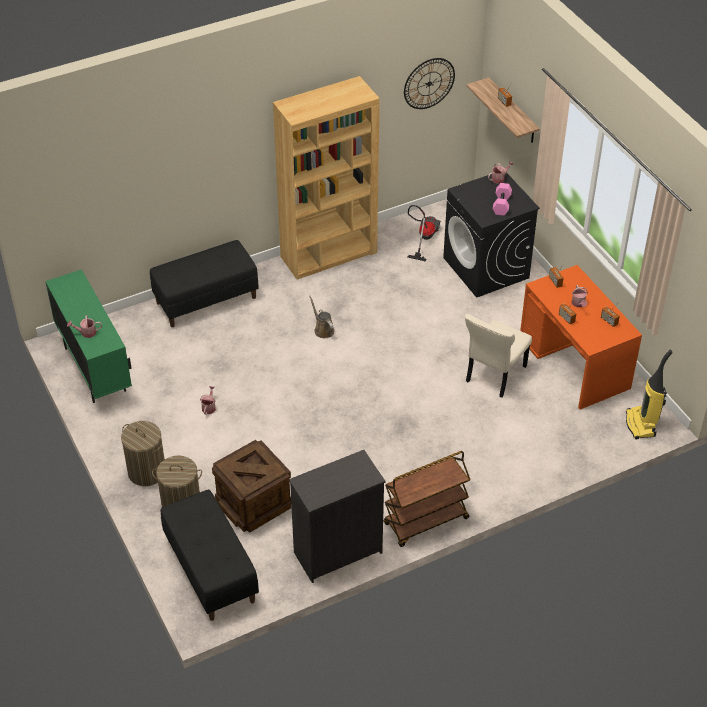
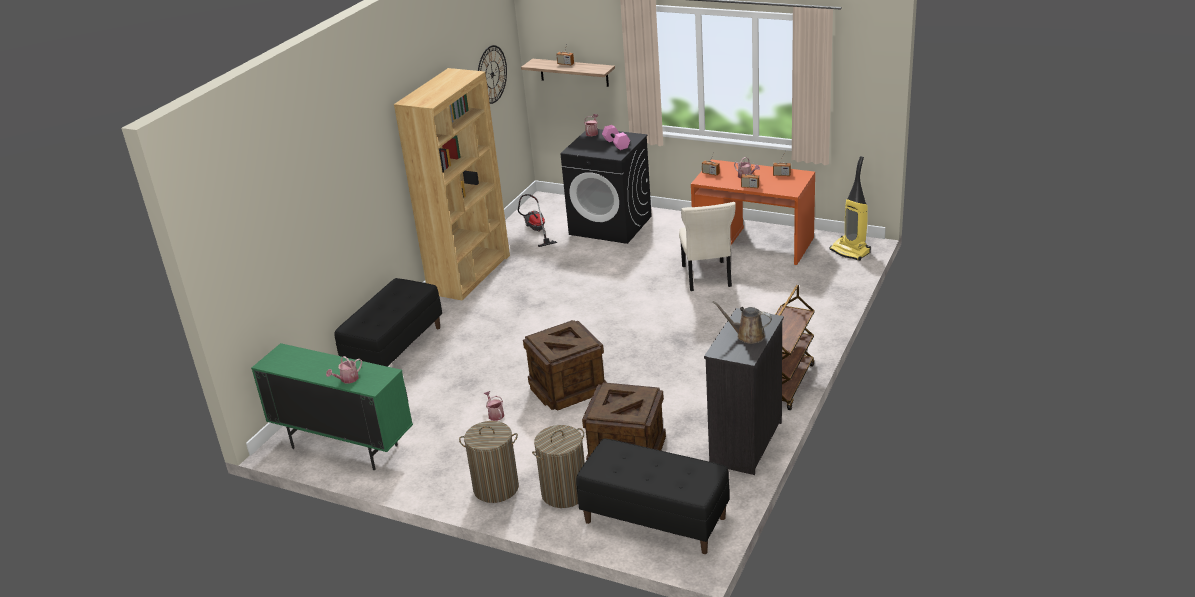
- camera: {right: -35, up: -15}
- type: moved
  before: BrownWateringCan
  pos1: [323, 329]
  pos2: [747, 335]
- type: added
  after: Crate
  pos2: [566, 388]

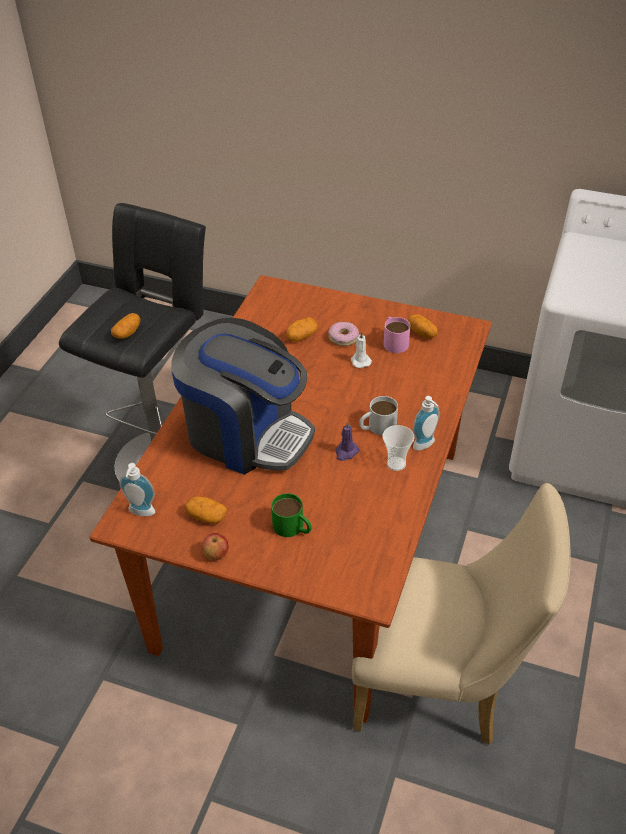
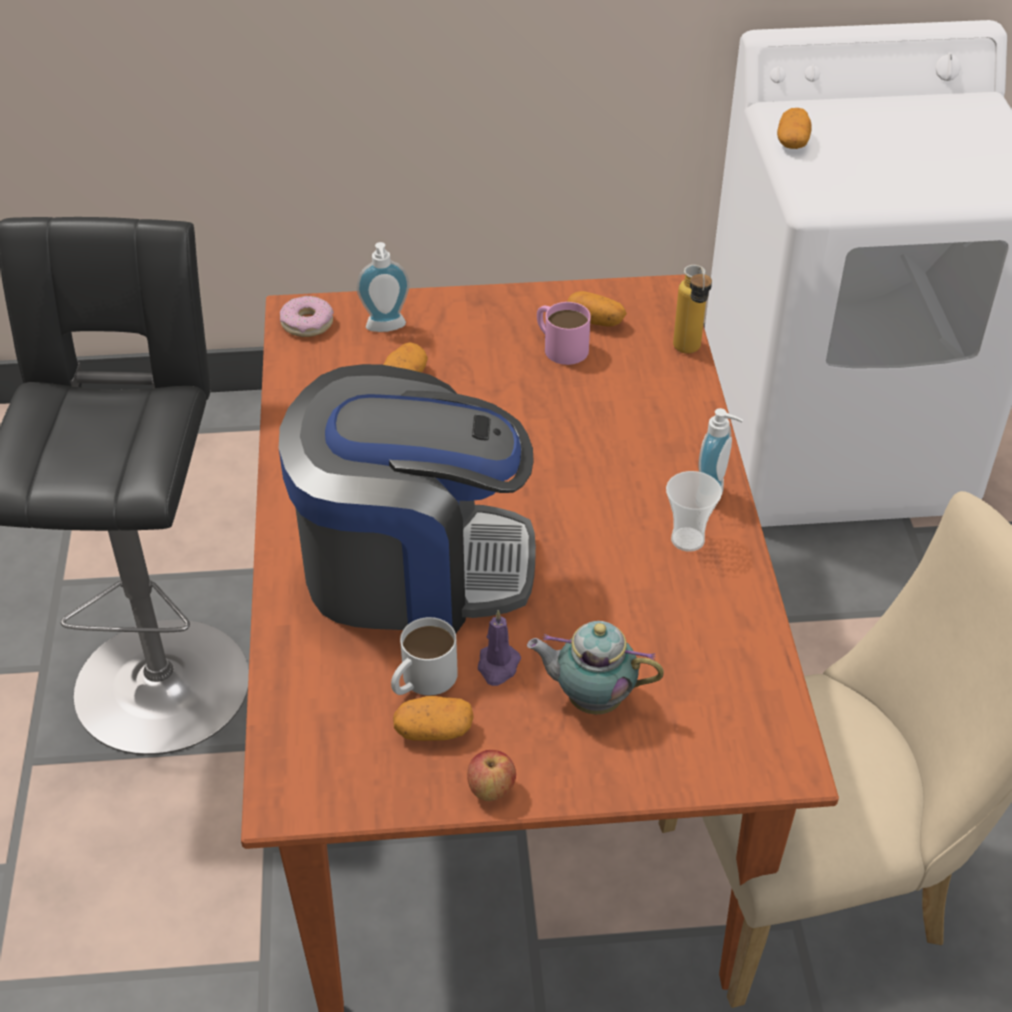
- camera: {right: -25, up: 0}
- type: moved
  before: Potato
  pos1: [127, 333]
  pos2: [792, 142]
- type: moved
  before: SoapDispenser
  pos1: [140, 513]
  pos2: [386, 329]
- type: replaced
  before: GreenMug
  after: Teapot
  pos1: [293, 528]
  pos2: [590, 698]
- type: moved
  before: Donut
  pos1: [343, 338]
  pos2: [307, 323]
- type: moved
  before: PurpleCandle
  pos1: [346, 452]
  pos2: [498, 666]
- type: removed
  before: WhiteCandle
  pos1: [360, 361]
- type: moved
  before: WhiteMug
  pos1: [377, 427]
  pos2: [421, 680]
- type: added
  after: Bottle
  pos2: [689, 353]

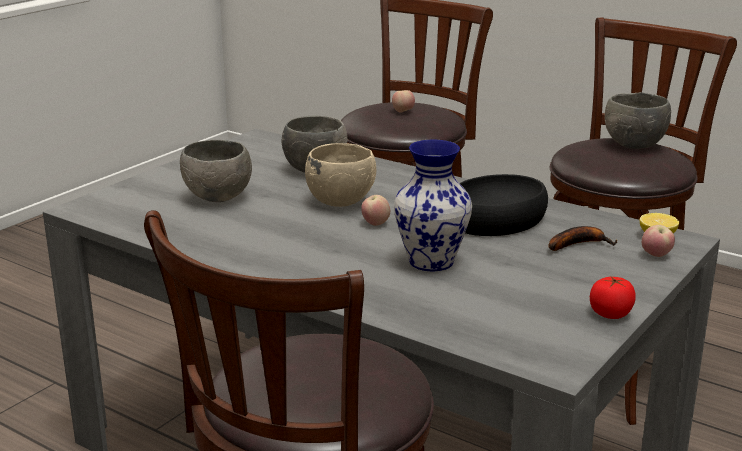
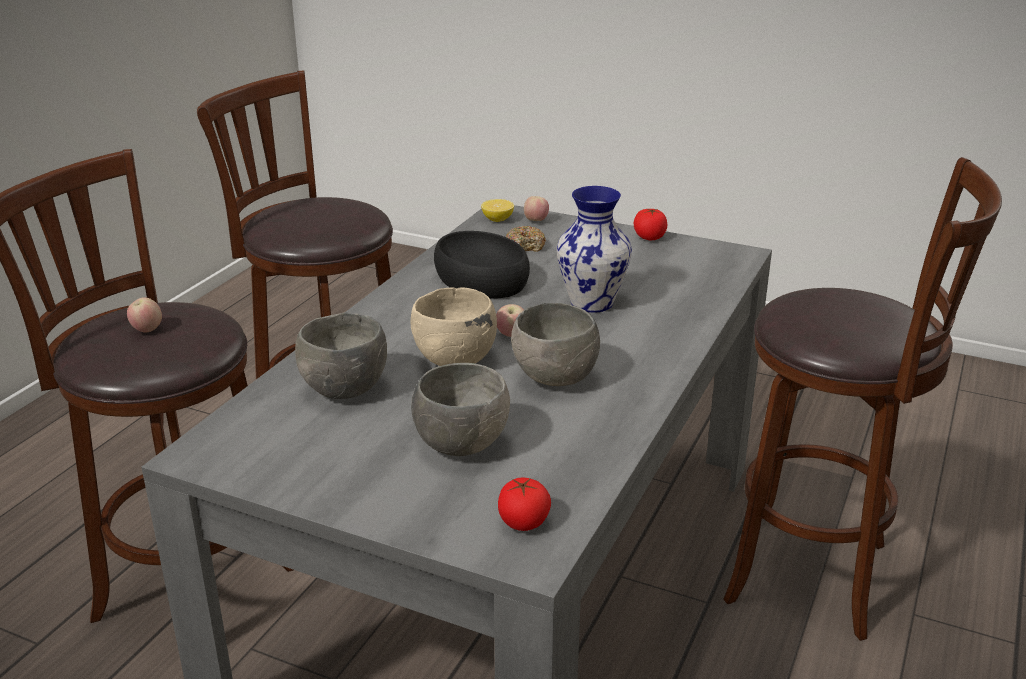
- camera: {right: -100, up: 5}
- type: replaced
  before: Banana
  after: Donut
  pos1: [578, 244]
  pos2: [525, 246]
- type: moved
  before: GreyBowl
  pos1: [633, 145]
  pos2: [555, 379]
- type: added
  after: Tomato
  pos2: [523, 522]

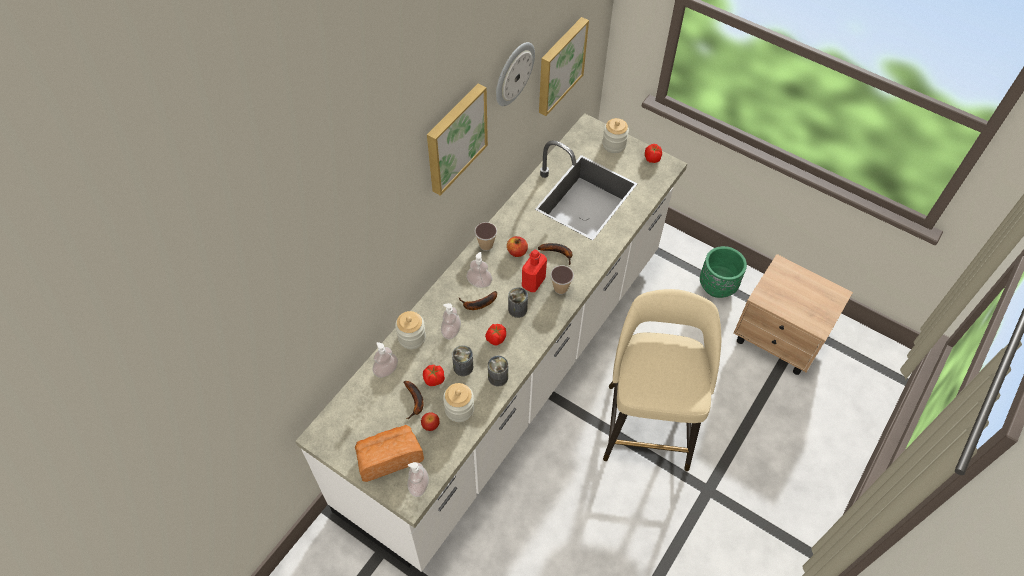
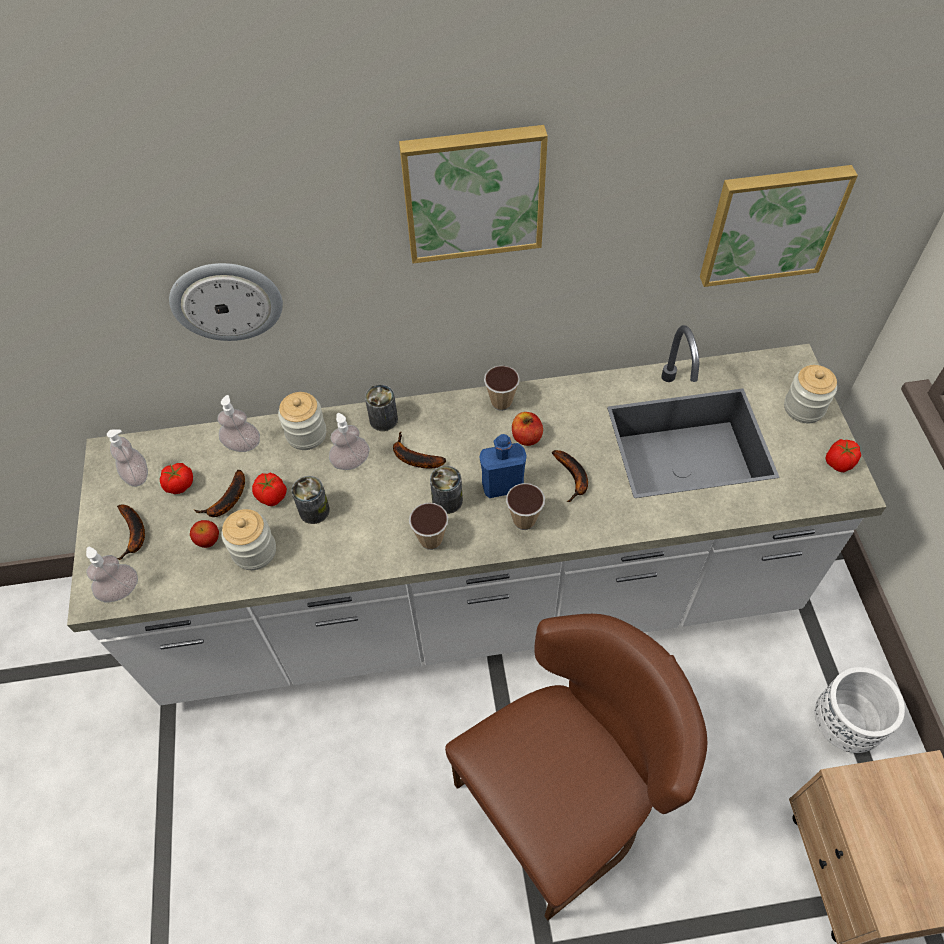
- camera: {right: 50, up: 0}
- type: replaced
  before: Bread
  after: Banana
  pos1: [389, 457]
  pos2: [134, 534]
- type: moved
  before: SoapDispenser
  pos1: [479, 282]
  pos2: [137, 475]
- type: moved
  before: Tomato
  pos1: [495, 338]
  pos2: [180, 485]
- type: moved
  before: Can
  pos1: [498, 377]
  pos2: [383, 419]
- type: moved
  before: WallClock
  pos1: [513, 73]
  pos2: [226, 300]
- type: recoloured
  before: RedBottle
  after: BlueBottle
  pos1: [533, 282]
  pos2: [502, 486]
- type: replaced
  before: BeigeStool
  after: BrownChair
  pos1: [648, 423]
  pos2: [565, 798]
- type: recoloured
  before: GreenPlanter
  after: WhitePlanter
  pos1: [717, 286]
  pos2: [843, 725]
- type: added
  after: Cup
  pos2: [431, 540]

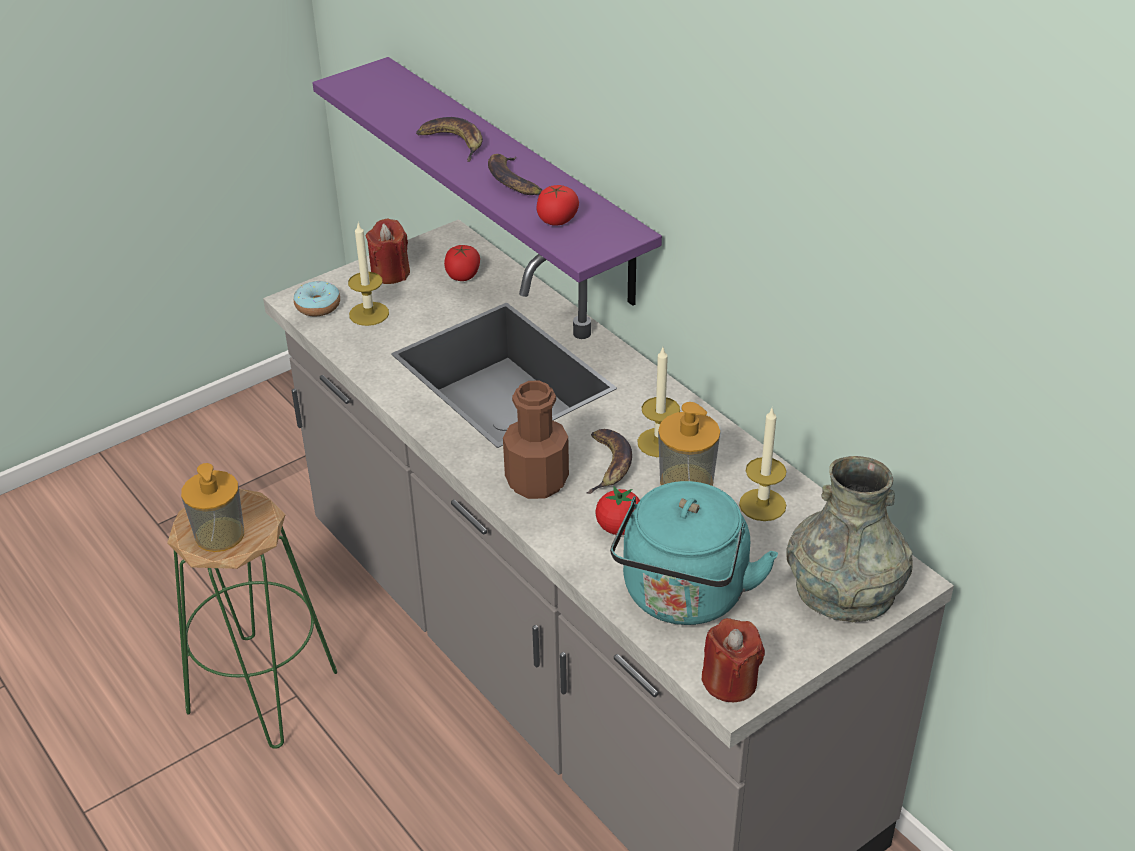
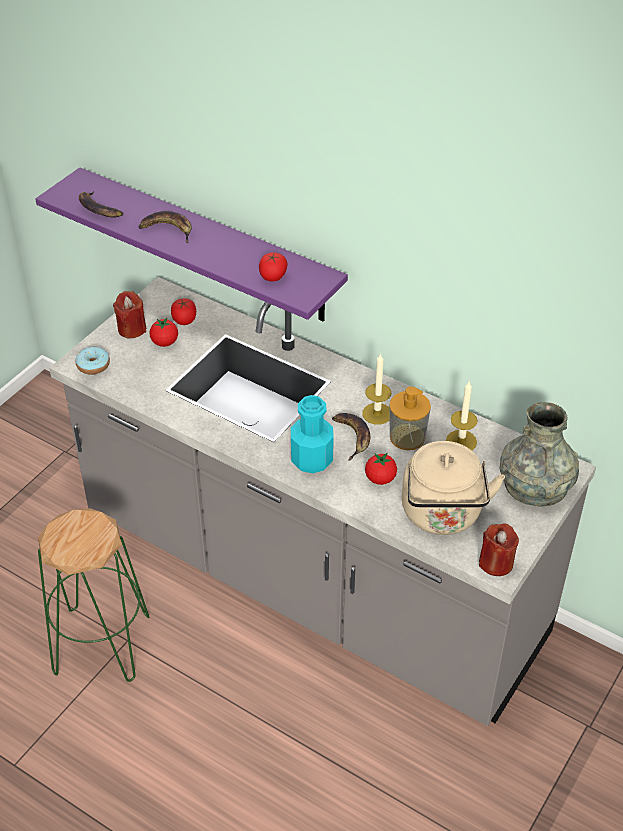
- camera: {right: -20, up: 5}
- type: removed
  before: SoapDispenser
  pos1: [220, 535]
- type: removed
  before: Candle
  pos1: [369, 314]
- type: moved
  before: Banana
  pos1: [512, 180]
  pos2: [98, 209]
- type: recoloured
  before: BrownBottle
  after: TurquoiseBottle
  pos1: [537, 481]
  pos2: [312, 459]
- type: recoloured
  before: TurquoiseKettle
  after: BeigeKettle
  pos1: [683, 598]
  pos2: [442, 516]
- type: added
  after: Tomato
  pos2: [164, 342]

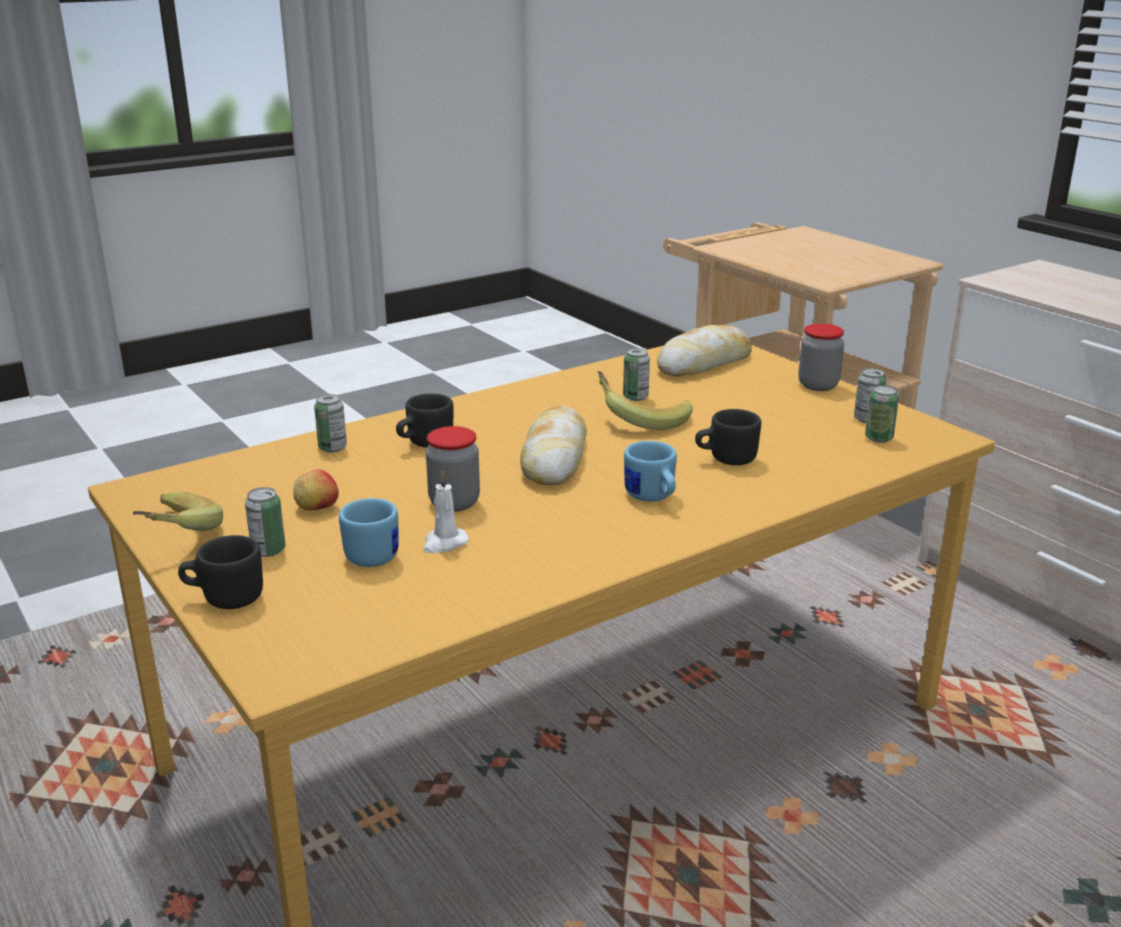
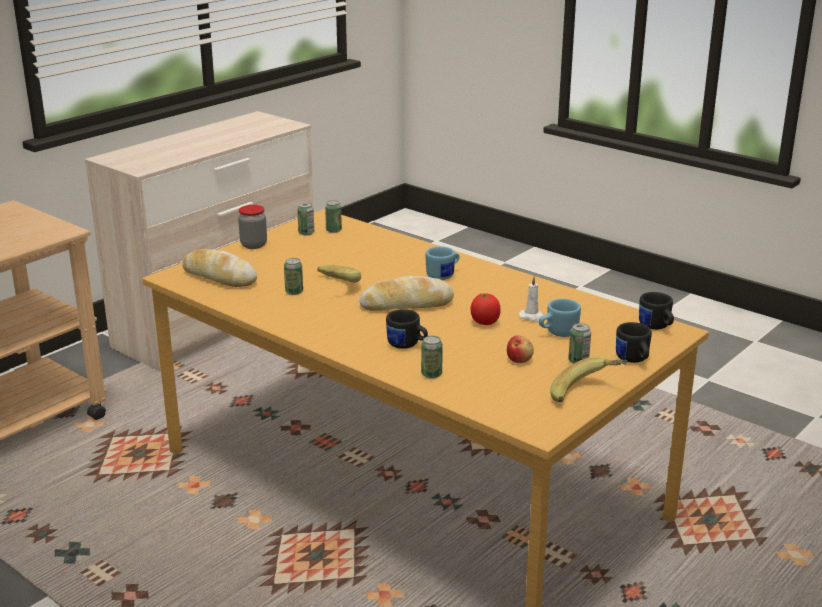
- camera: {right: -105, up: 0}
- type: replaced
  before: Jar
  after: Tomato
  pos1: [454, 503]
  pos2: [484, 322]
- type: moved
  before: BlackMug
  pos1: [725, 459]
  pos2: [656, 327]

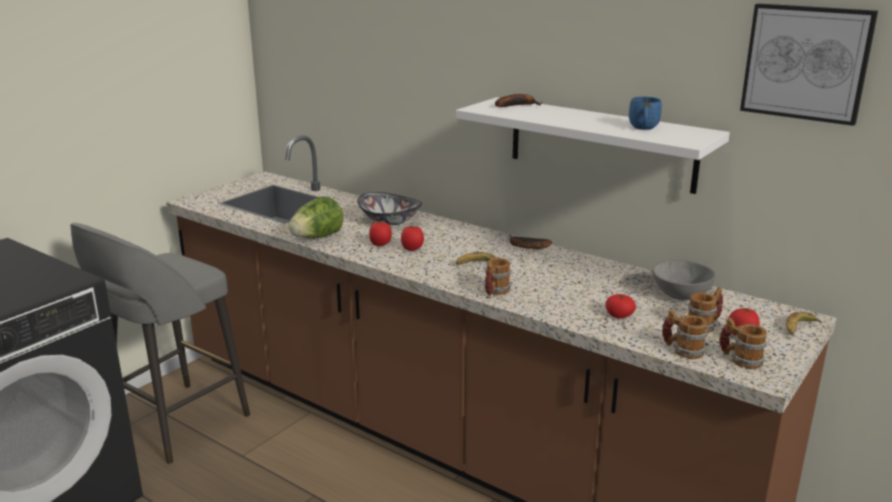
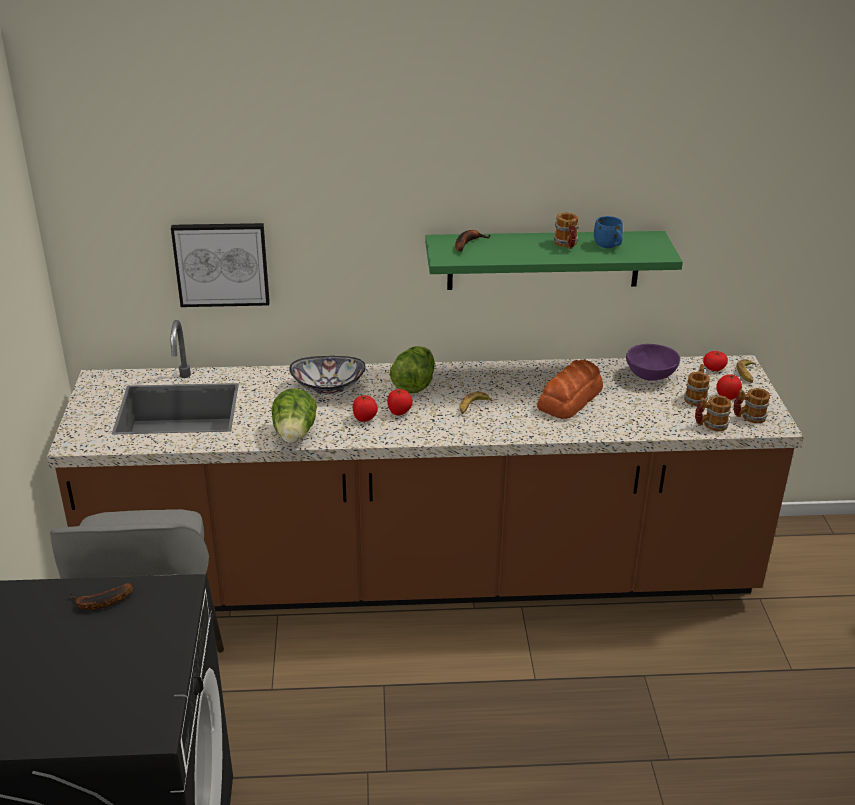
- camera: {right: -40, up: 10}
- type: recoloured
  before: WhiteShelf
  after: GreenShelf
  pos1: [601, 144]
  pos2: [543, 260]
- type: moved
  before: Mug
  pos1: [495, 292]
  pos2: [566, 245]
- type: moved
  before: Banana
  pos1: [525, 246]
  pos2: [100, 603]
- type: moved
  before: Tomato
  pos1: [619, 315]
  pos2: [714, 368]
- type: recoloured
  before: GreyBowl
  after: PurpleBowl
  pos1: [680, 297]
  pos2: [650, 377]
- type: moved
  before: Picture
  pos1: [806, 62]
  pos2: [221, 264]
- type: added
  after: Lettuce
  pos2: [414, 384]
- type: added
  after: Bread
  pos2: [571, 398]

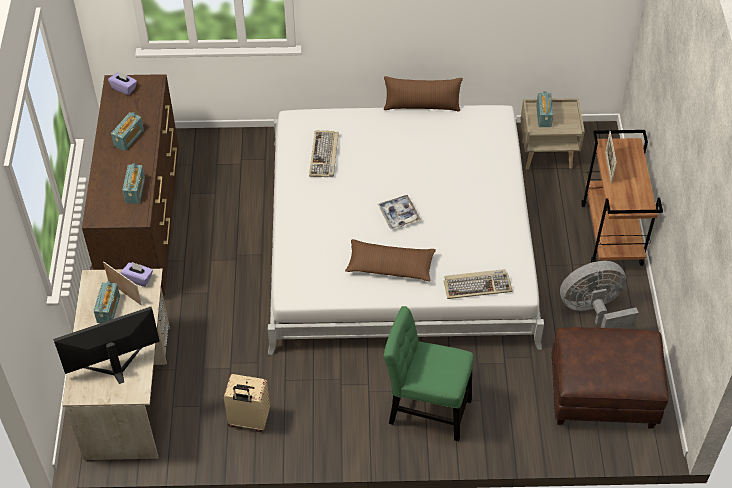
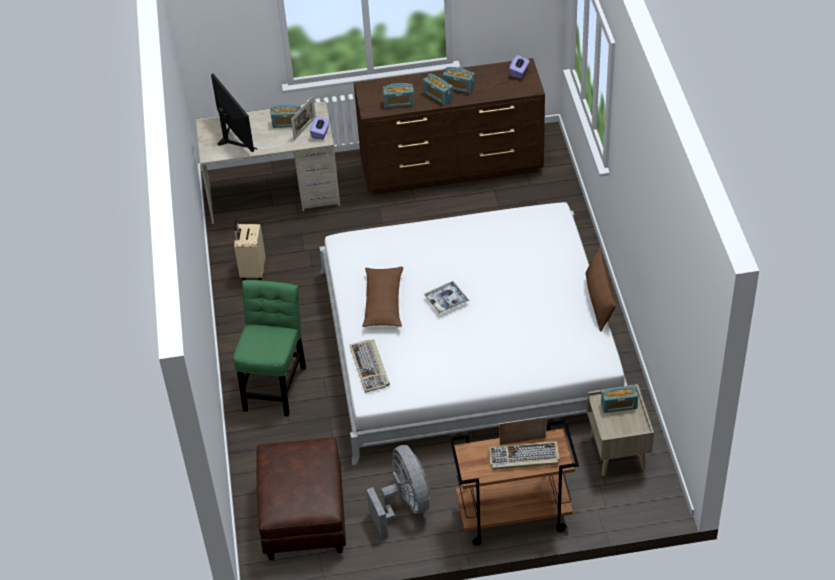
- camera: {right: 85, up: -5}
- type: moved
  before: Keyboard
  pos1: [324, 156]
  pos2: [523, 457]
- type: added
  after: Radio
  pos2: [438, 96]

